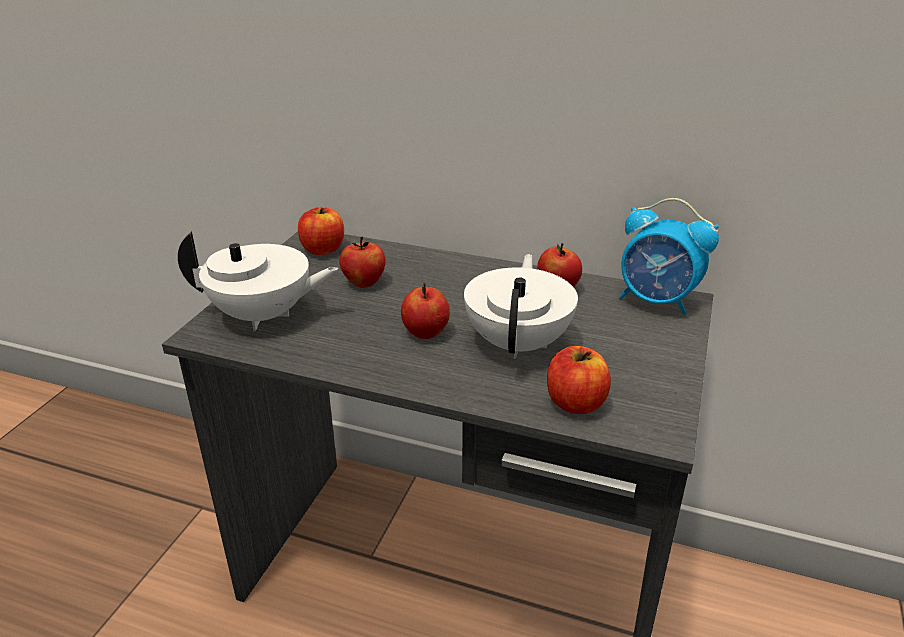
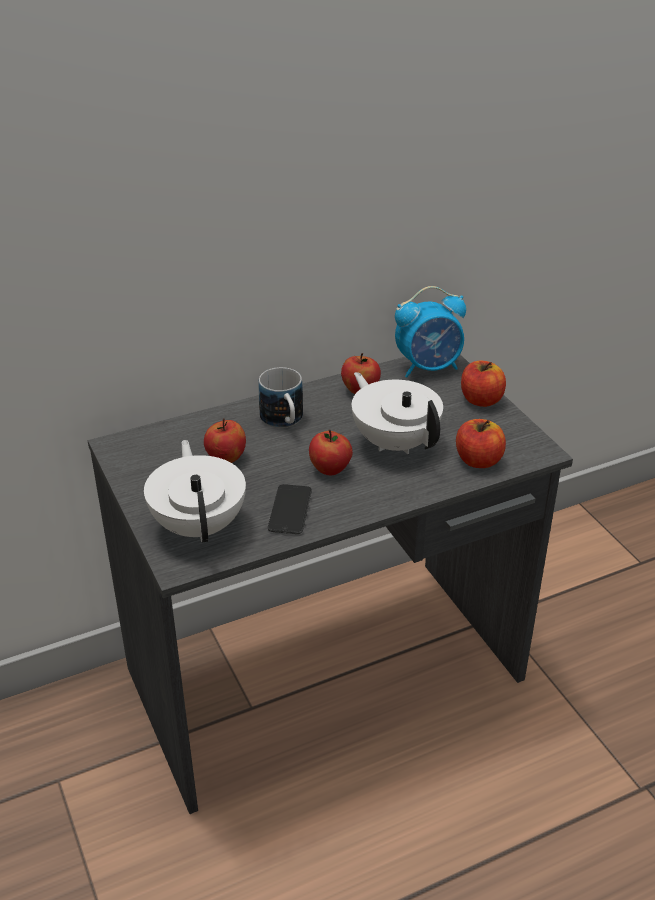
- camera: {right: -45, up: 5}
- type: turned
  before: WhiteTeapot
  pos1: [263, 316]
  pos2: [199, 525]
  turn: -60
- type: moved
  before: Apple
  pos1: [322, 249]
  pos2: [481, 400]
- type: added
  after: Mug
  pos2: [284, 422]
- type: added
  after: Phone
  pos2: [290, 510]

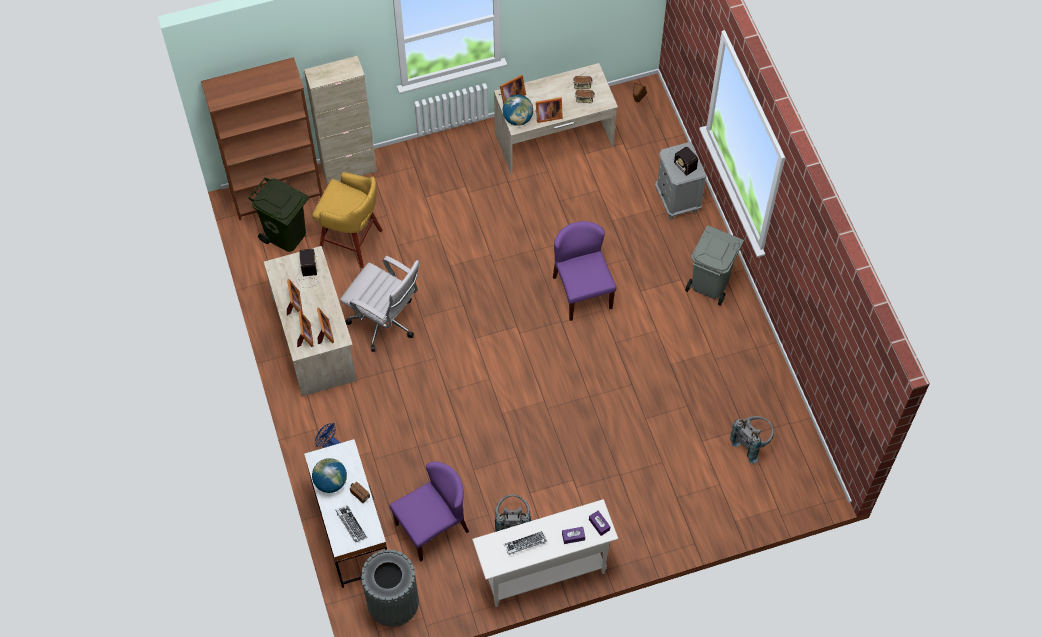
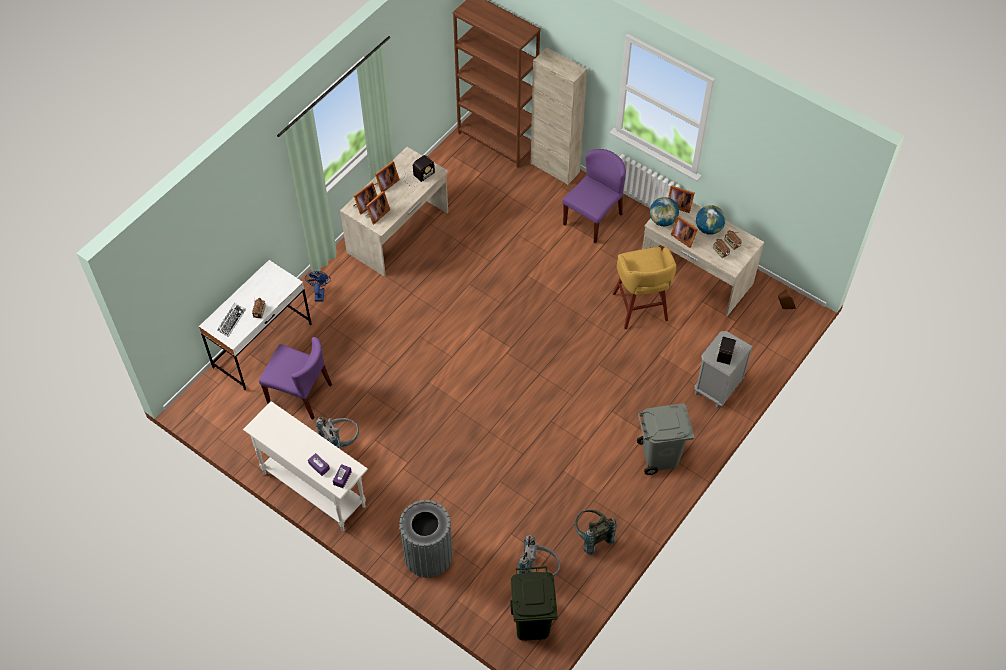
- camera: {right: 55, up: -5}
- type: moved
  before: GreenTrashCan
  pos1: [285, 236]
  pos2: [531, 623]
- type: moved
  before: YellowStool
  pos1: [352, 242]
  pos2: [640, 308]
- type: moved
  before: Globe
  pos1: [331, 482]
  pos2: [708, 228]
- type: removed
  before: WhiteOfficeChair
  pos1: [385, 323]
- type: moved
  before: GreyTrashCan
  pos1: [392, 602]
  pos2: [428, 555]
- type: removed
  before: Keyboard
  pos1: [525, 544]
- type: moved
  before: PurpleChair
  pos1: [582, 292]
  pos2: [593, 219]
- type: added
  after: GreyBackpack
  pos2: [592, 536]

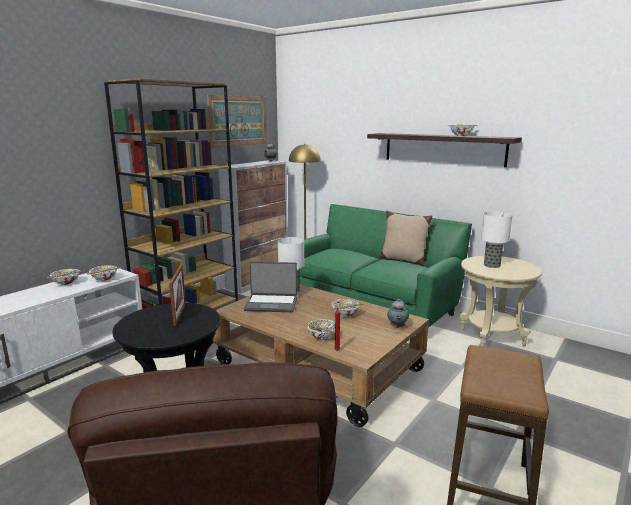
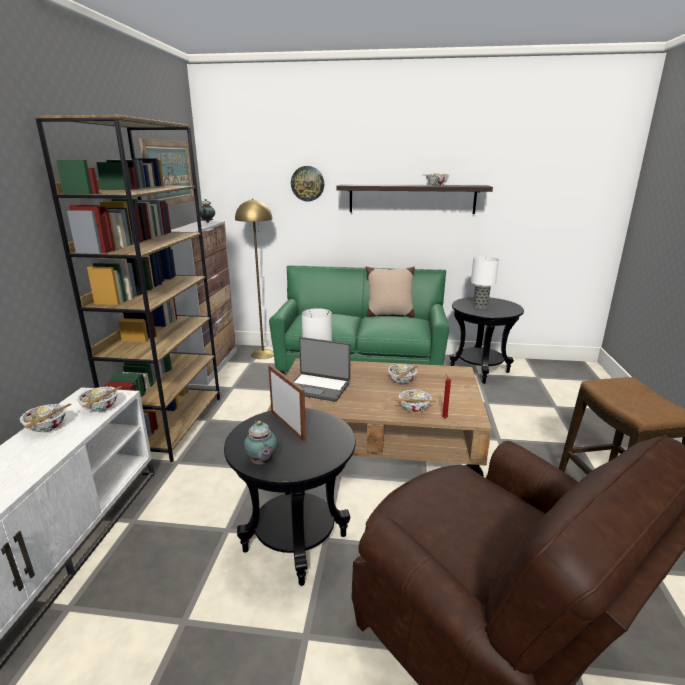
- camera: {right: -30, up: 5}
- type: turned
  before: Laptop
  pos1: [271, 304]
  pos2: [318, 387]
  turn: 45
- type: moved
  before: Teapot
  pos1: [397, 327]
  pos2: [262, 463]
- type: recoloured
  before: BeigeSideTable
  after: BlackSideTable
  pos1: [492, 337]
  pos2: [479, 371]
- type: added
  after: WallClock
  pos2: [307, 183]

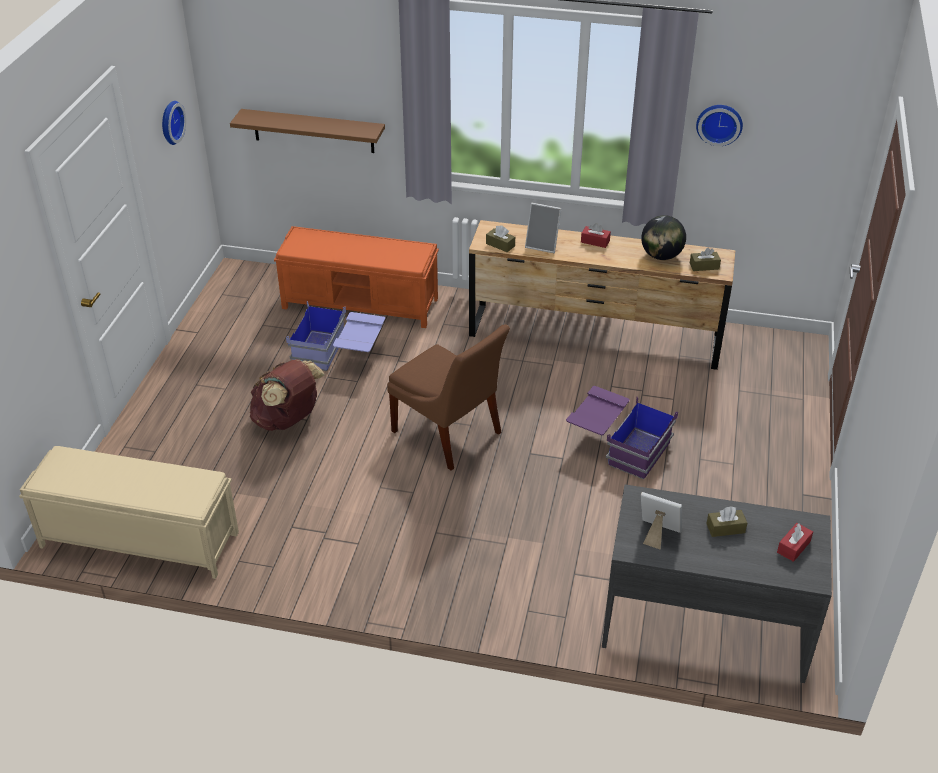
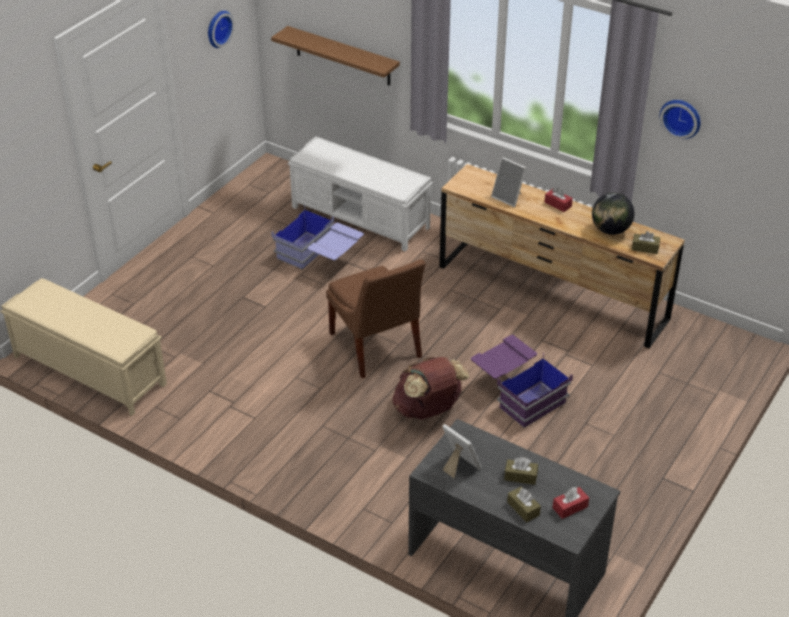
- camera: {right: 20, up: 0}
- type: moved
  before: BrownBackpack
  pos1: [288, 420]
  pos2: [428, 410]
- type: recoloured
  before: OrangeBench
  after: WhiteBench
  pos1: [361, 303]
  pos2: [361, 217]
- type: moved
  before: BrownTissueBox
  pos1: [500, 245]
  pos2: [523, 508]

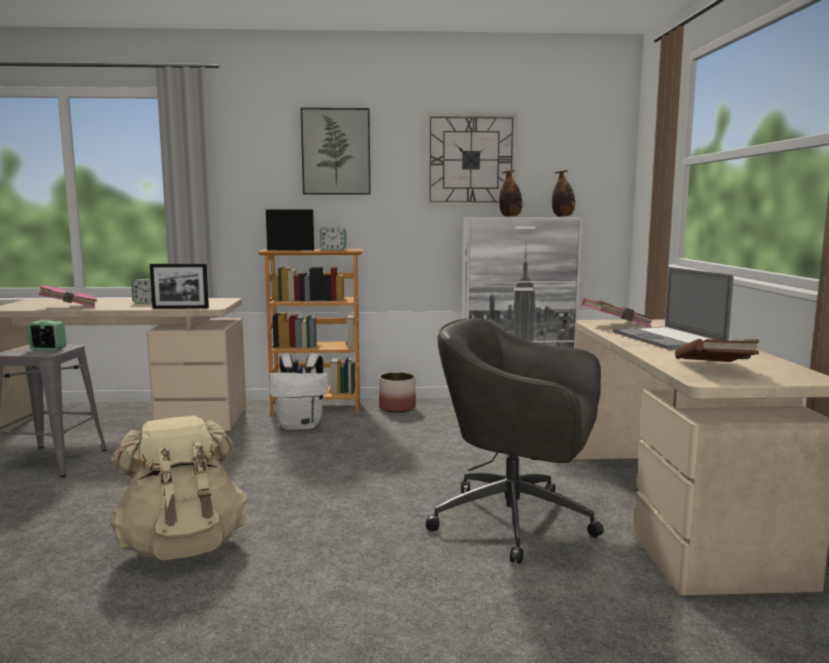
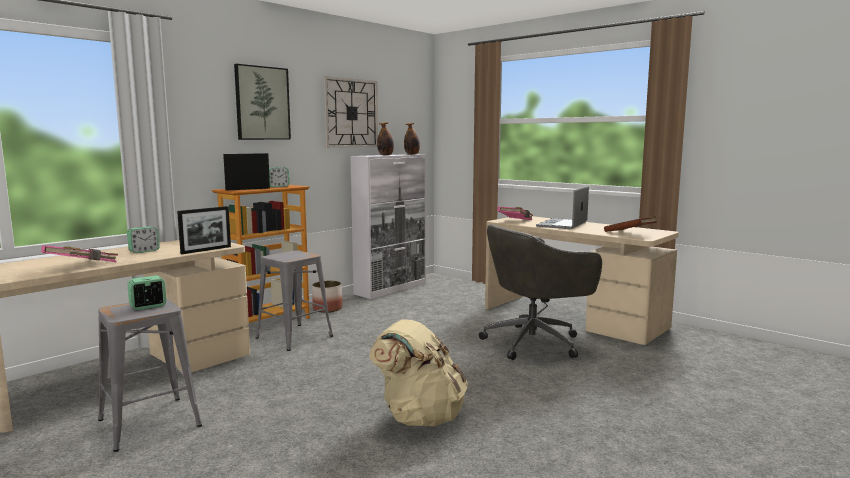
- camera: {right: -45, up: 0}
- type: replaced
  before: WhiteBackpack
  after: GreyStool
  pos1: [301, 426]
  pos2: [294, 336]
- type: turned
  before: Laptop
  pos1: [667, 339]
  pos2: [562, 224]
  turn: 90

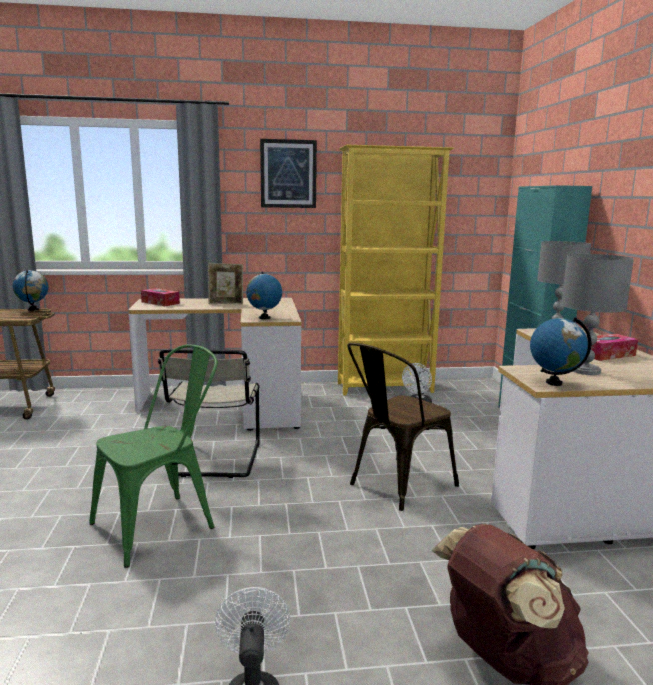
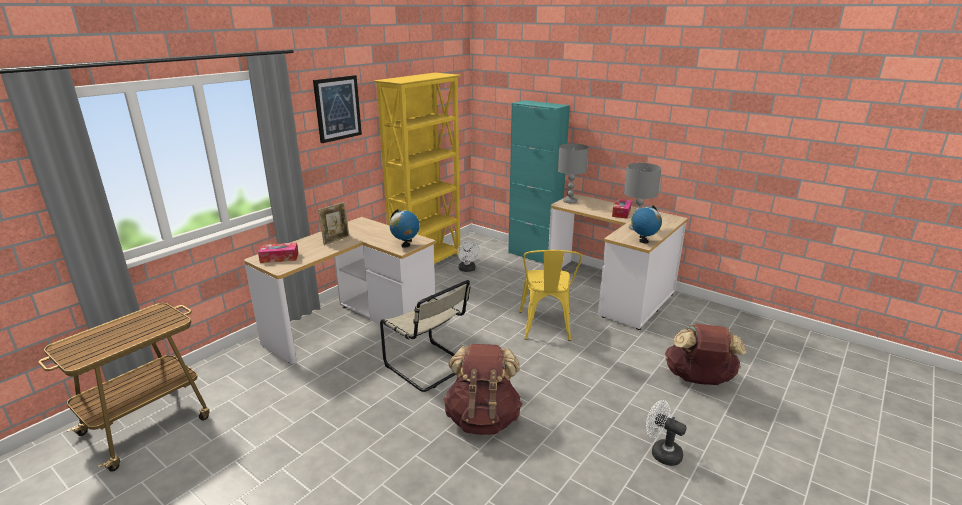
- camera: {right: -45, up: 10}
- type: removed
  before: Globe
  pos1: [33, 309]
- type: replaced
  before: GreenChair
  after: BrownBackpack
  pos1: [162, 523]
  pos2: [483, 419]
- type: recoloured
  before: BrownChair
  after: YellowChair
  pos1: [396, 486]
  pos2: [546, 328]

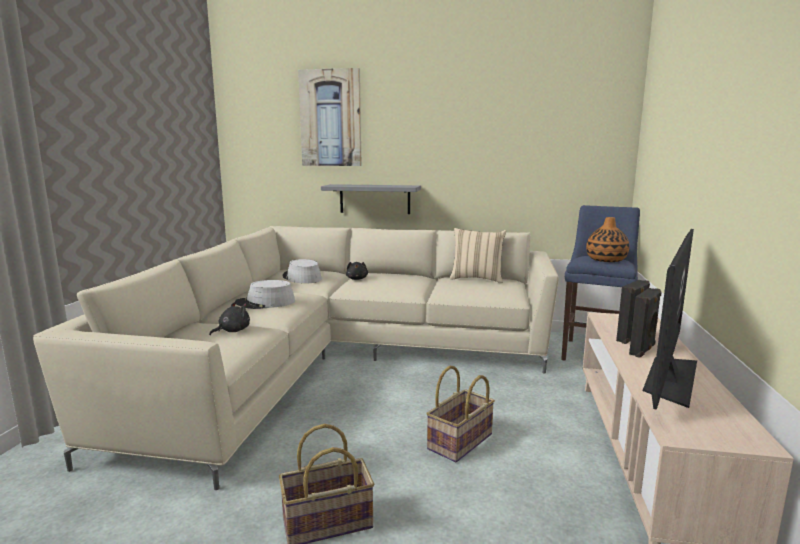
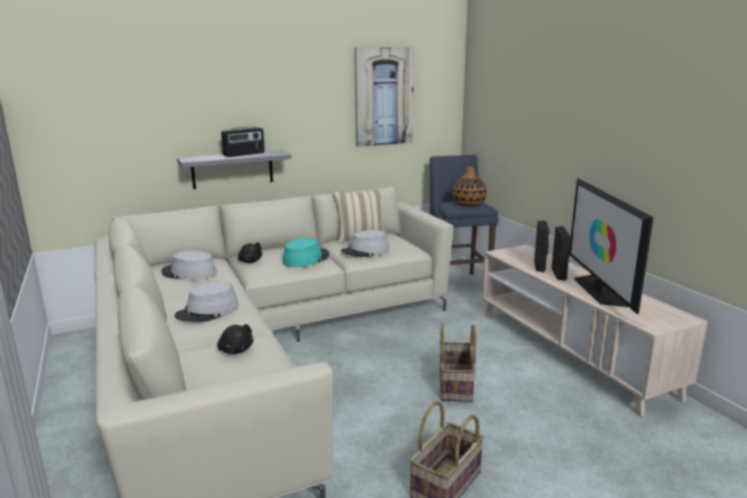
- camera: {right: -35, up: 5}
- type: turned
  before: BlackPlushToy
  pos1: [232, 331]
  pos2: [235, 350]
  turn: 135
- type: moved
  before: Picture
  pos1: [330, 118]
  pos2: [383, 97]
- type: added
  after: Radio
  pos2: [244, 154]
- type: added
  after: TurquoiseHat
  pos2: [306, 259]
- type: added
  after: GreyHat
  pos2: [365, 251]

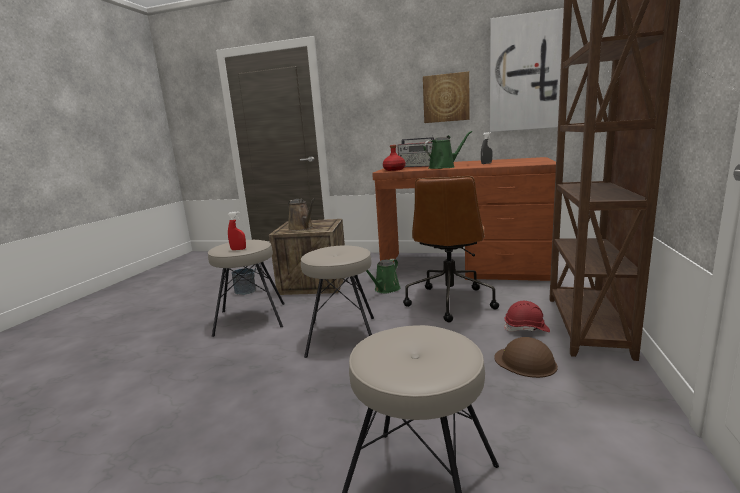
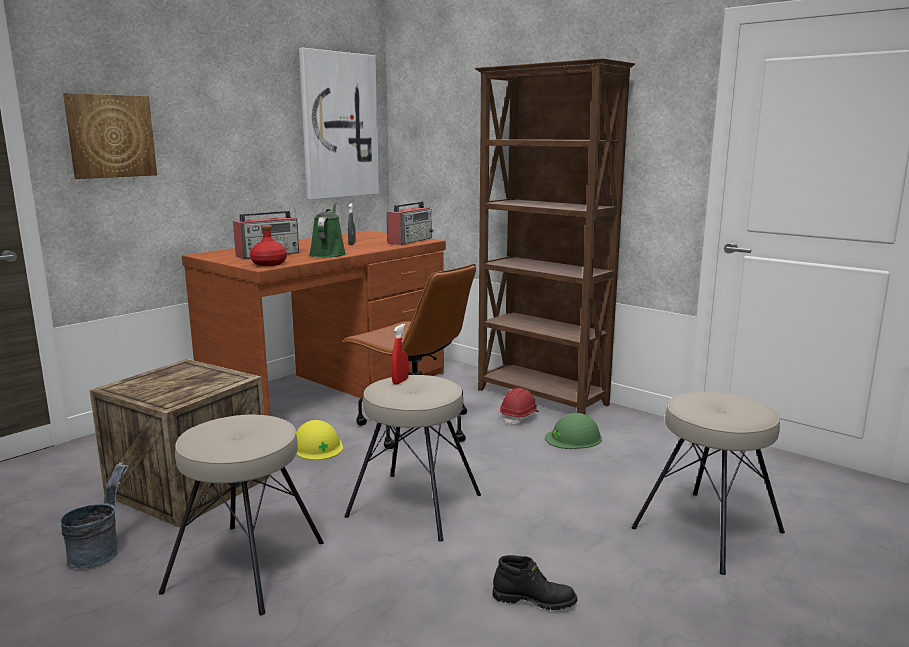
- camera: {right: -65, up: 0}
- type: moved
  before: RedSprayBottle
  pos1: [238, 249]
  pos2: [400, 381]
- type: removed
  before: BrownWateringCan
  pos1: [302, 228]
- type: replaced
  before: GreenWateringCan
  after: YellowHardHat
  pos1: [385, 289]
  pos2: [317, 446]
- type: moved
  before: Picture
  pos1: [446, 98]
  pos2: [111, 136]
- type: recoloured
  before: BrownHardHat
  after: GreenHardHat
  pos1: [525, 362]
  pos2: [573, 438]
- type: added
  after: Radio
  pos2: [410, 241]
- type: added
  after: BlackBoot
  pos2: [534, 599]

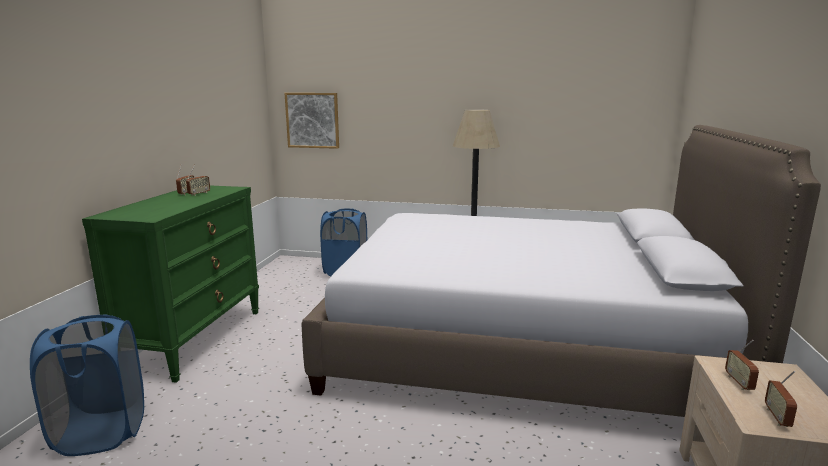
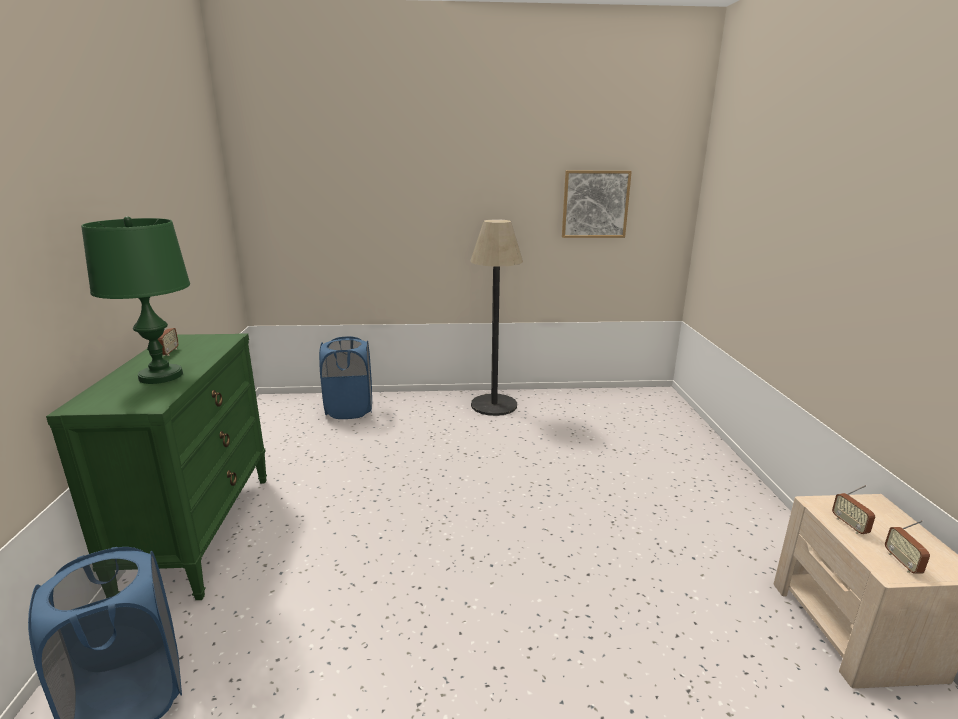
- camera: {right: -15, up: 5}
- type: removed
  before: Radio
  pos1: [199, 194]
- type: moved
  before: Picture
  pos1: [312, 120]
  pos2: [595, 204]
- type: removed
  before: Bed
  pos1: [520, 346]
- type: added
  after: GreenTableLamp
  pos2: [161, 376]

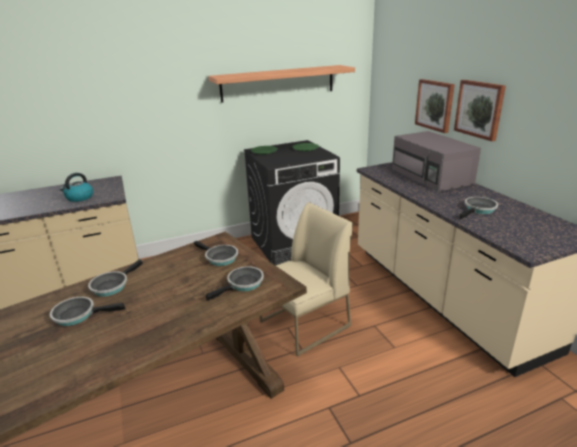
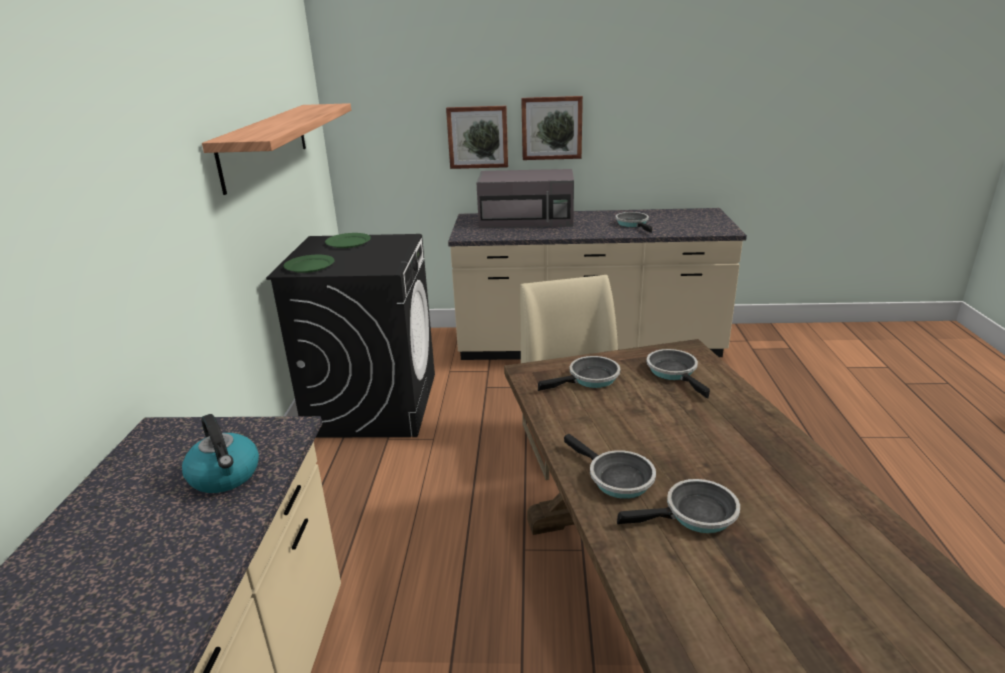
- camera: {right: -65, up: 0}
- type: turned
  before: FryingPan
  pos1: [78, 315]
  pos2: [695, 515]
  turn: -120

